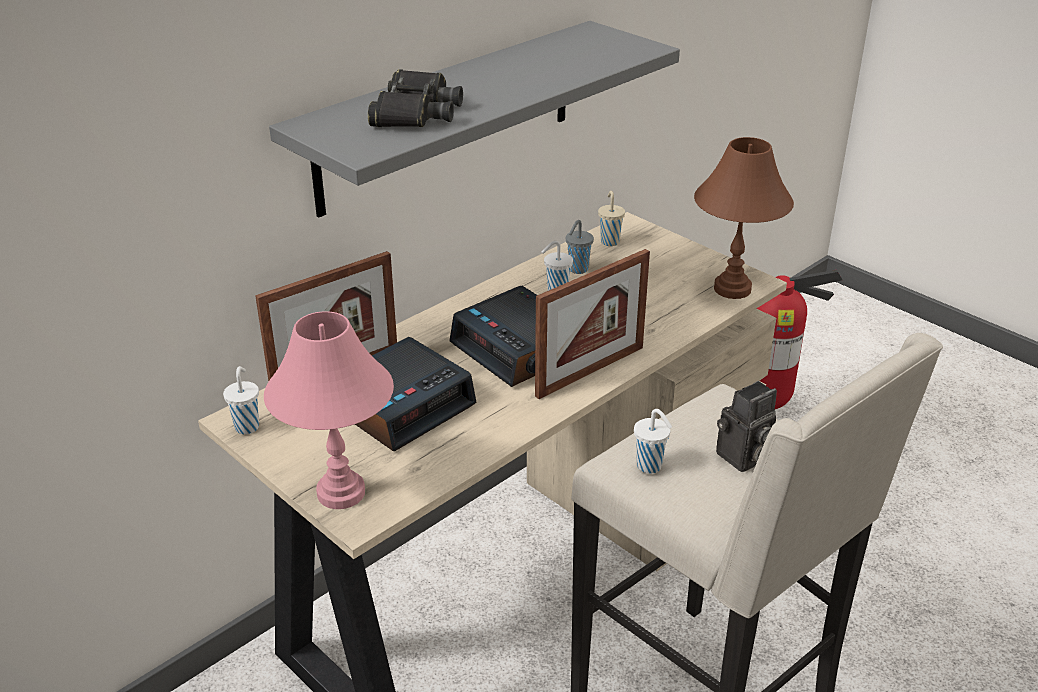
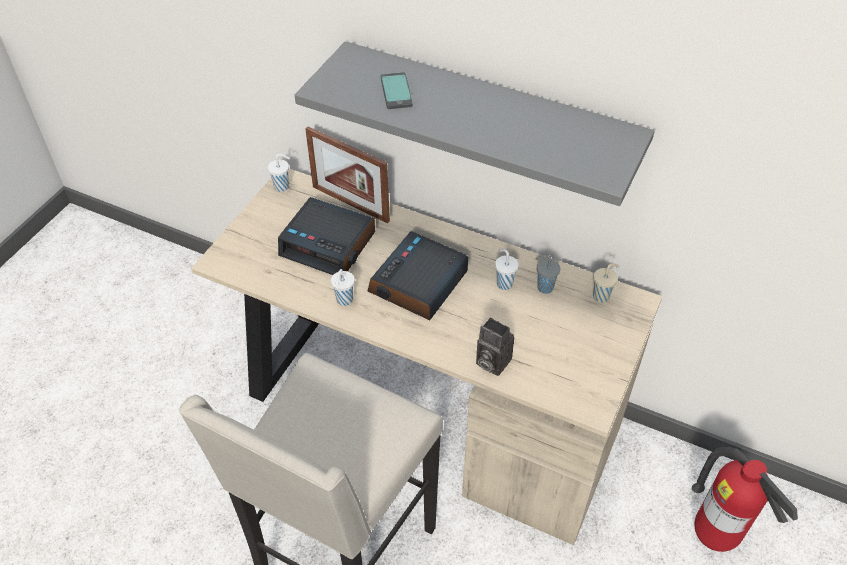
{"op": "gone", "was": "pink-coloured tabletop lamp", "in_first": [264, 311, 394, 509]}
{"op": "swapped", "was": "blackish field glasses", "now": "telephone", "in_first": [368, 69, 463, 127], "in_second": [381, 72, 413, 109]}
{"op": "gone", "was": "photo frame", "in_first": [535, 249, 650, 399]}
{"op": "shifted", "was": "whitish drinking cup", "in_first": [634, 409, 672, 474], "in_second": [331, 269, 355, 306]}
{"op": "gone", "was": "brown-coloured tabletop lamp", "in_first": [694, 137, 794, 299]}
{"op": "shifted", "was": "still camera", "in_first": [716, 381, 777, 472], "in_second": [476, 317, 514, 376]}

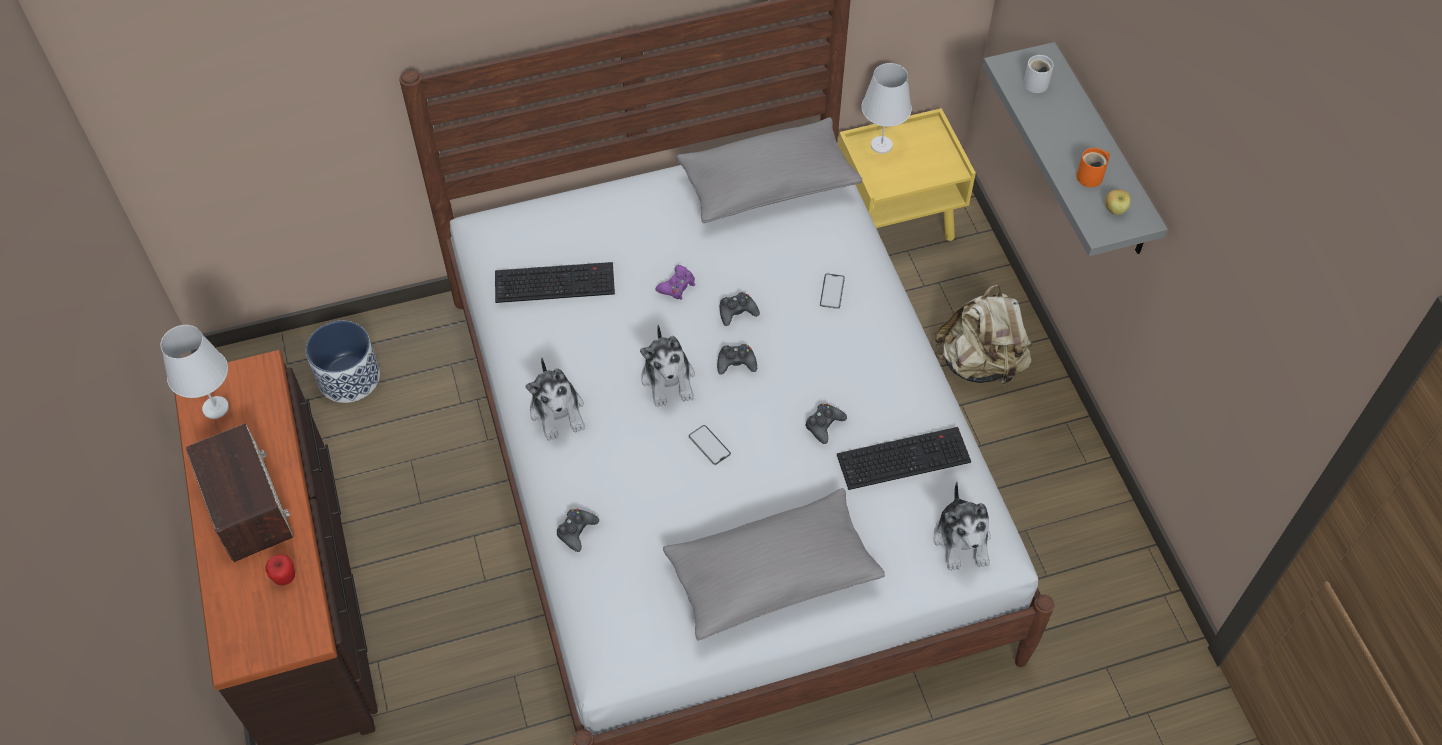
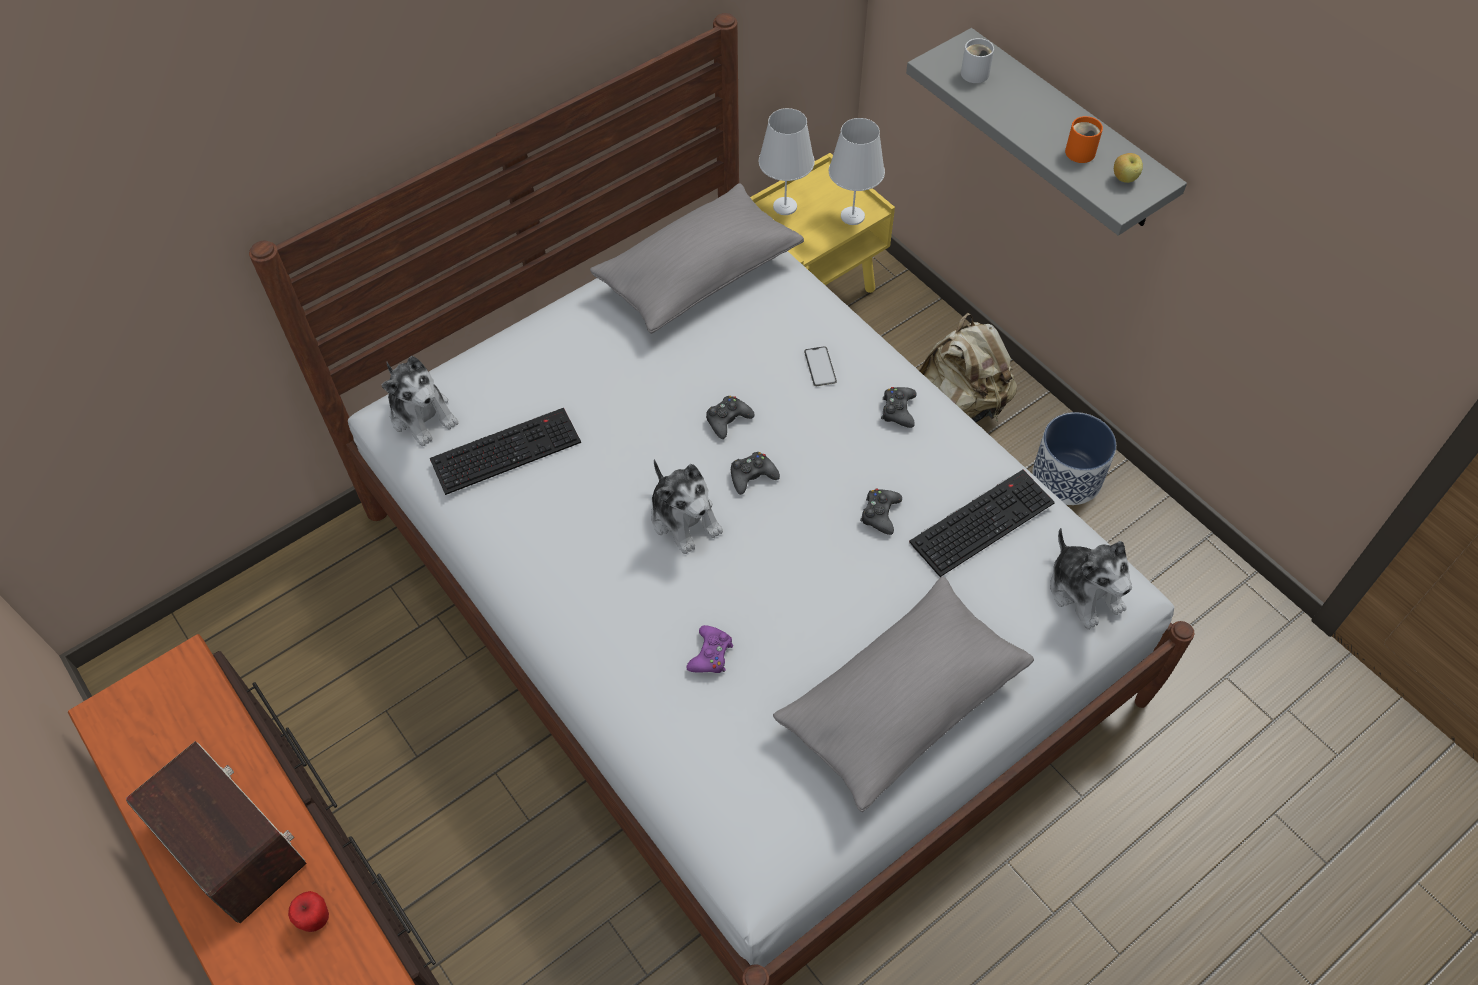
{"op": "shifted", "was": "whitish tabletop lamp", "in_first": [161, 325, 229, 419], "in_second": [829, 118, 885, 225]}
{"op": "shifted", "was": "planter", "in_first": [306, 321, 380, 403], "in_second": [1032, 412, 1116, 505]}
{"op": "shifted", "was": "cuddly toy", "in_first": [525, 358, 585, 441], "in_second": [382, 356, 458, 446]}
{"op": "shifted", "was": "blackish game controller", "in_first": [557, 509, 599, 552], "in_second": [881, 387, 916, 428]}
{"op": "shifted", "was": "purplish game controller", "in_first": [656, 265, 695, 300], "in_second": [686, 625, 733, 673]}
{"op": "gone", "was": "telephone", "in_first": [689, 425, 731, 465]}

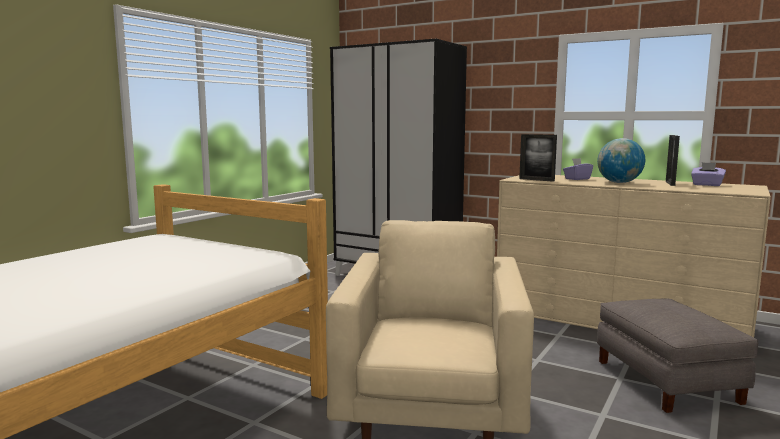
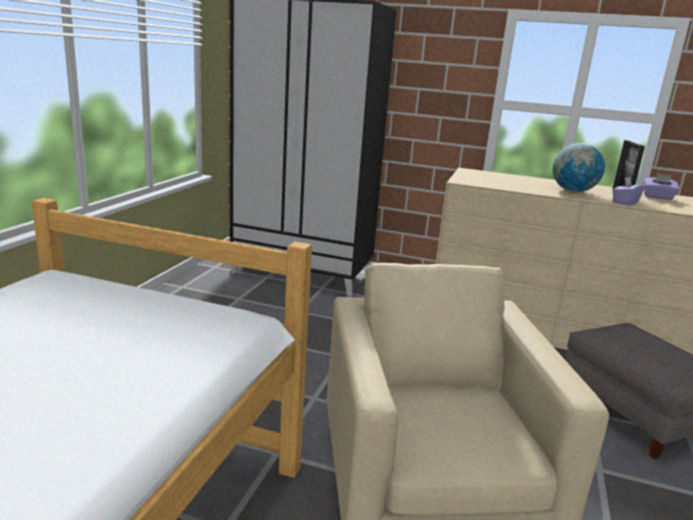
{"op": "gone", "was": "photo frame", "in_first": [519, 134, 557, 182]}
{"op": "shifted", "was": "purplish box of tissues", "in_first": [563, 158, 593, 180], "in_second": [612, 176, 645, 206]}

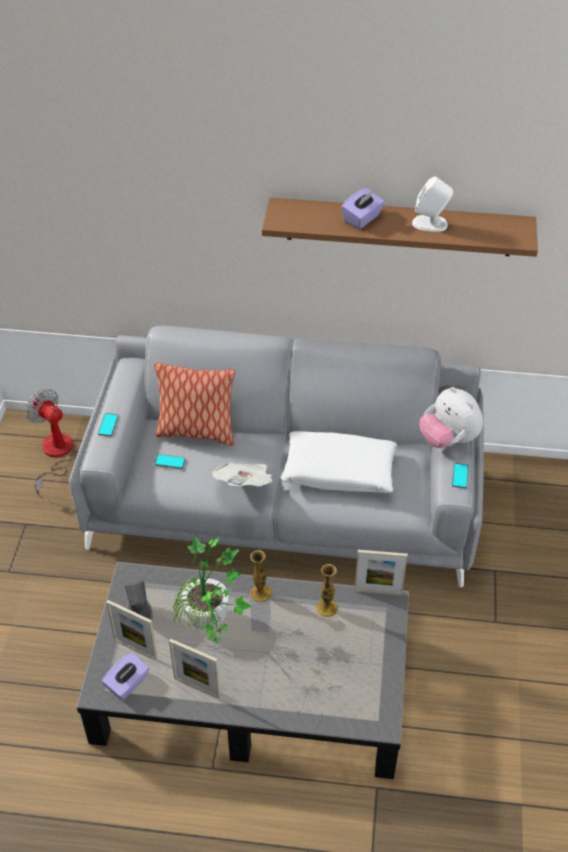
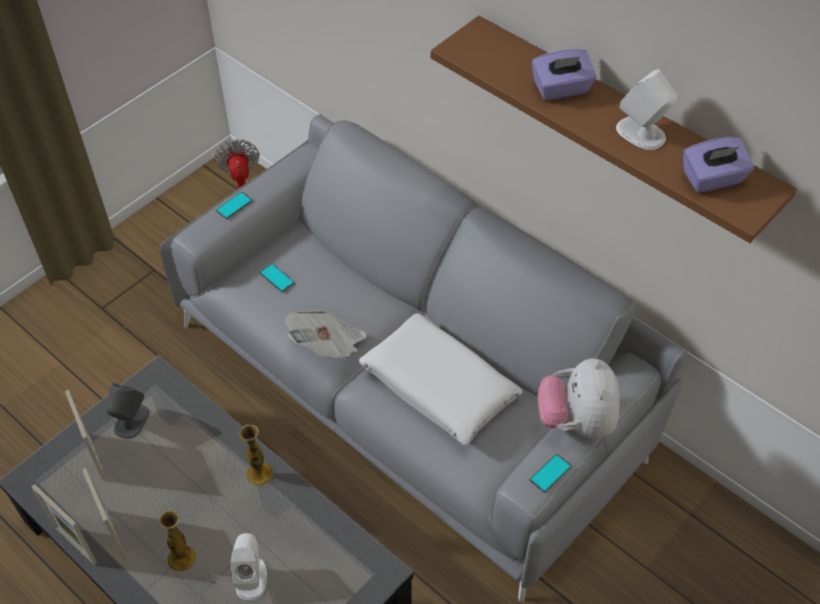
{"op": "shifted", "was": "purplish box of tissues", "in_first": [102, 652, 149, 700], "in_second": [683, 137, 754, 193]}
{"op": "gone", "was": "throw pillow", "in_first": [154, 362, 235, 445]}
{"op": "gone", "was": "plant in a pot", "in_first": [172, 536, 252, 645]}
{"op": "shifted", "was": "decorative vase", "in_first": [316, 564, 338, 617], "in_second": [159, 511, 196, 572]}
{"op": "shifted", "was": "photo frame", "in_first": [355, 550, 408, 595], "in_second": [32, 484, 97, 565]}
{"op": "new", "now": "whitish speaker", "in_second": [230, 533, 267, 600]}

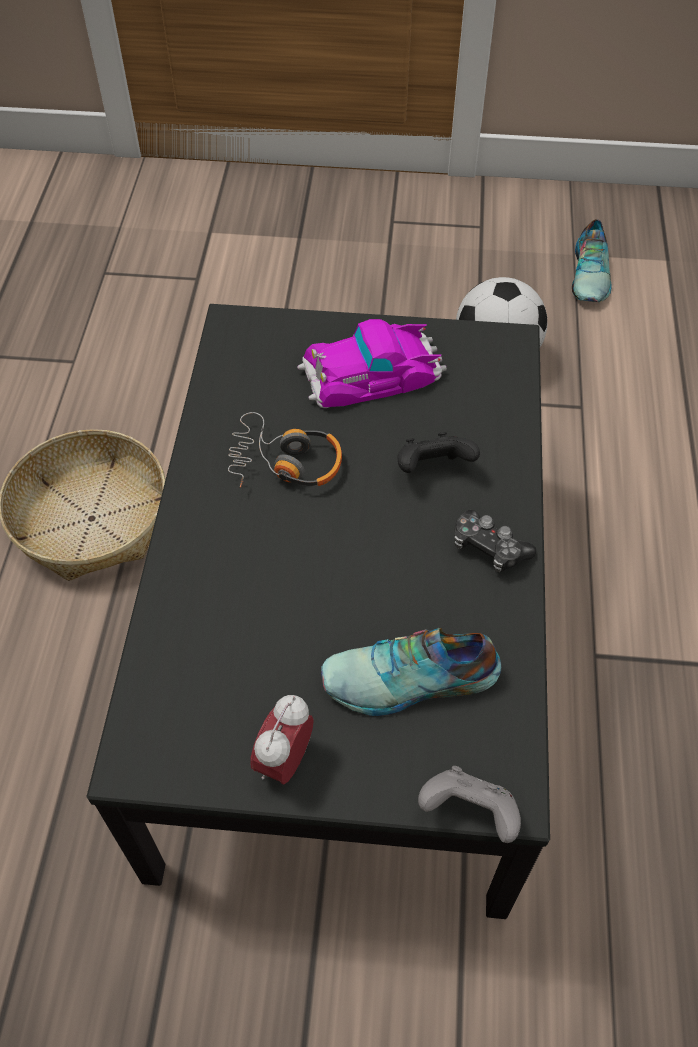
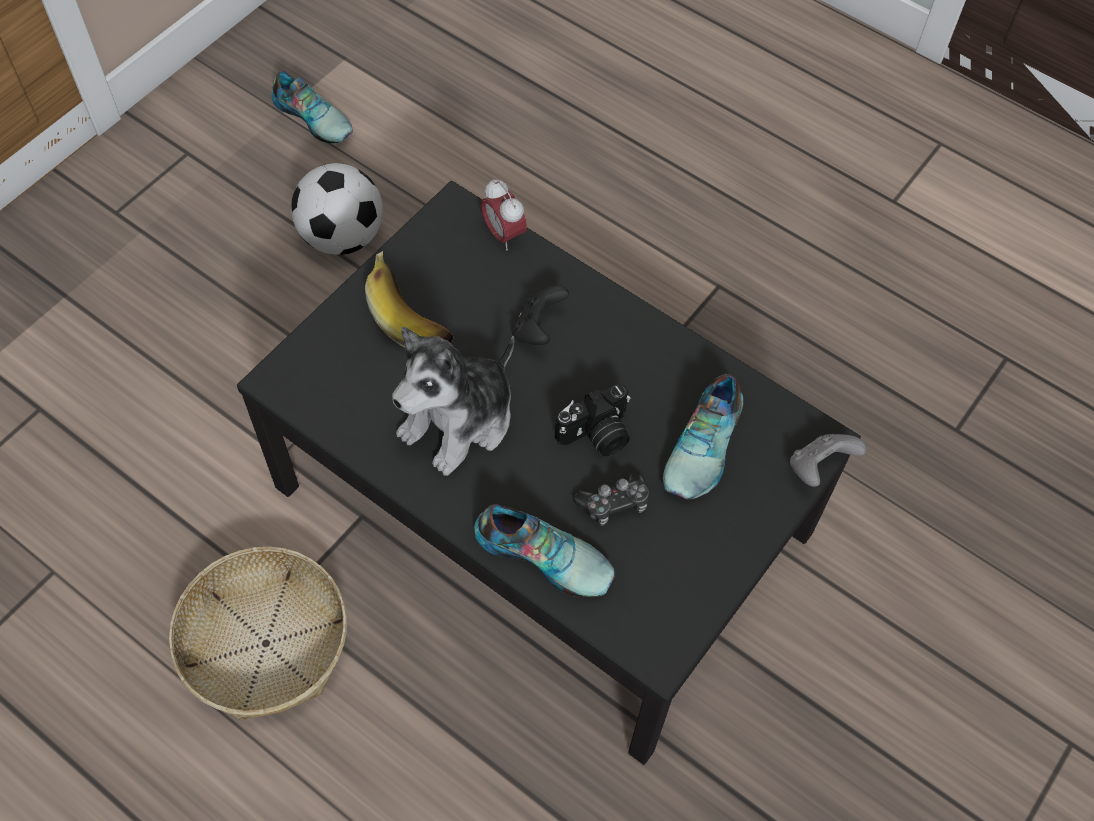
{"op": "swapped", "was": "headphones", "now": "cuddly toy", "in_first": [228, 412, 342, 488], "in_second": [392, 327, 514, 476]}
{"op": "shifted", "was": "alarm clock", "in_first": [250, 695, 314, 785], "in_second": [481, 179, 527, 250]}
{"op": "swapped", "was": "toy car", "now": "whole banana", "in_first": [297, 319, 447, 408], "in_second": [365, 251, 454, 348]}
{"op": "shifted", "was": "game controller", "in_first": [454, 510, 536, 573], "in_second": [573, 472, 649, 526]}
{"op": "new", "now": "item of footwear", "in_second": [474, 504, 615, 598]}
{"op": "new", "now": "still camera", "in_second": [555, 384, 630, 456]}

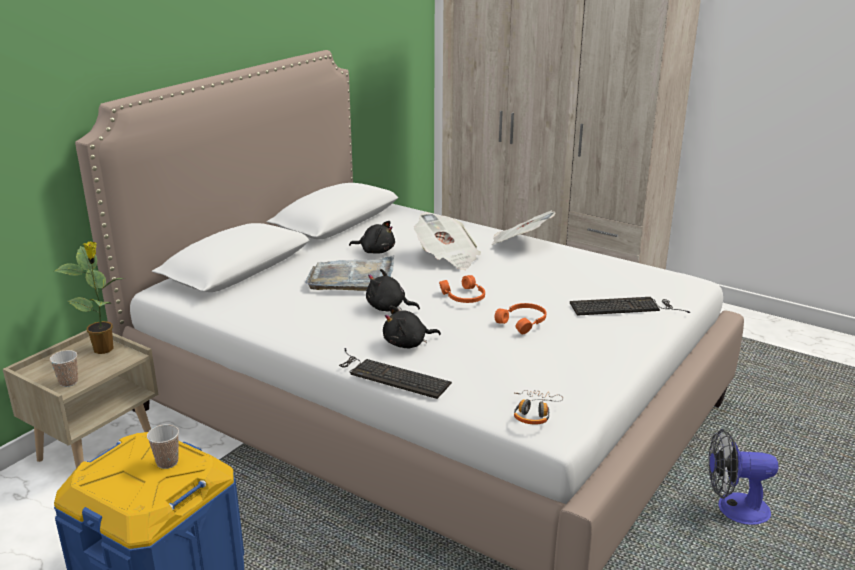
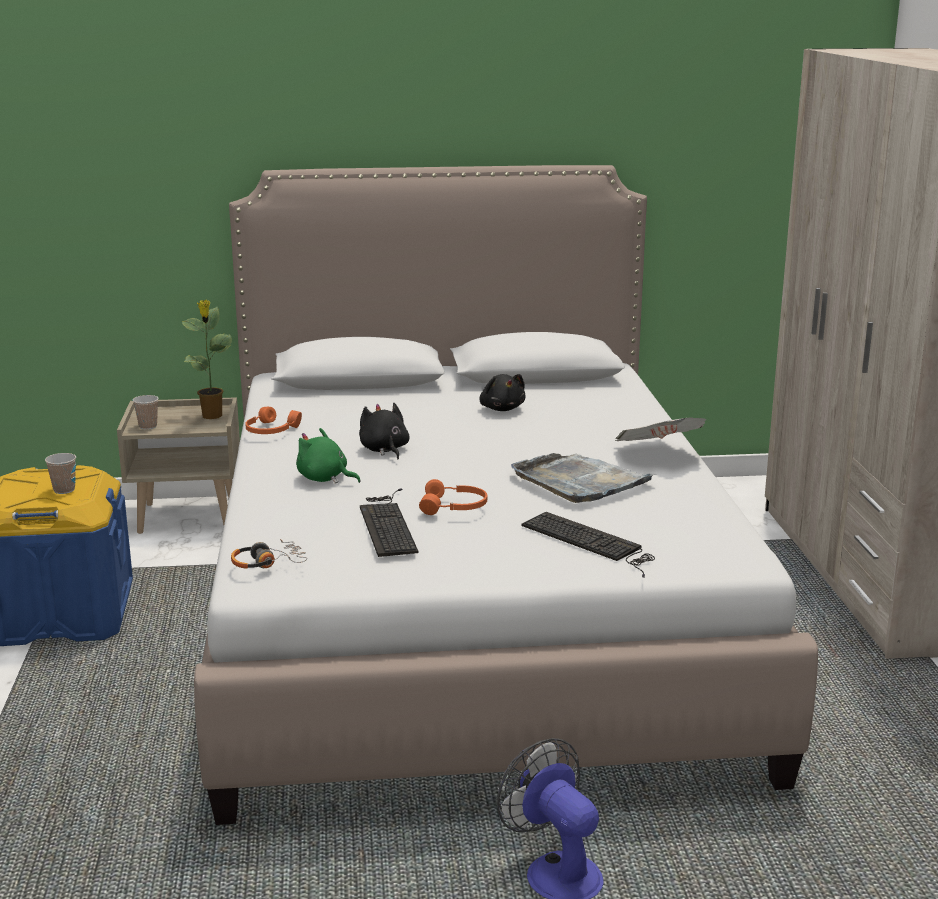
{"op": "shifted", "was": "grey tray", "in_first": [305, 255, 394, 291], "in_second": [511, 453, 658, 503]}
{"op": "shifted", "was": "keyboard", "in_first": [339, 348, 452, 399], "in_second": [360, 488, 418, 557]}
{"op": "repainted", "was": "blackish cuddly toy", "now": "green-coloured cuddly toy", "in_first": [383, 306, 441, 348], "in_second": [296, 428, 361, 484]}
{"op": "gone", "was": "printed paper", "in_first": [414, 213, 481, 270]}
{"op": "shifted", "was": "orange-coloured headphones", "in_first": [439, 275, 485, 303], "in_second": [245, 407, 302, 434]}

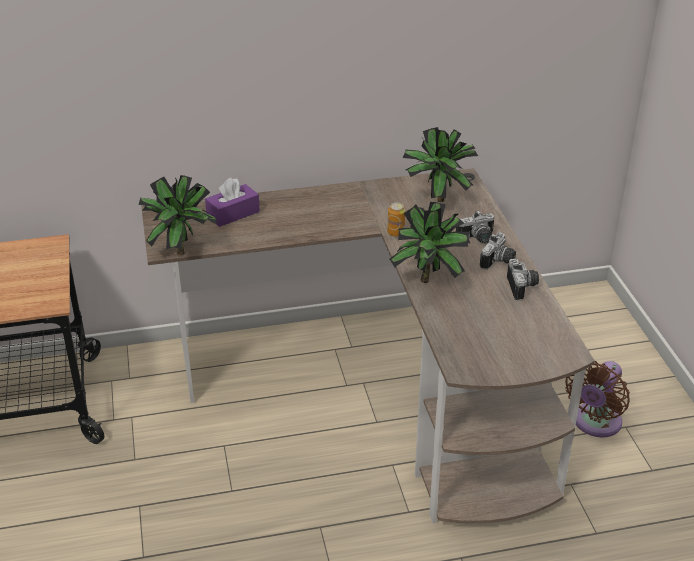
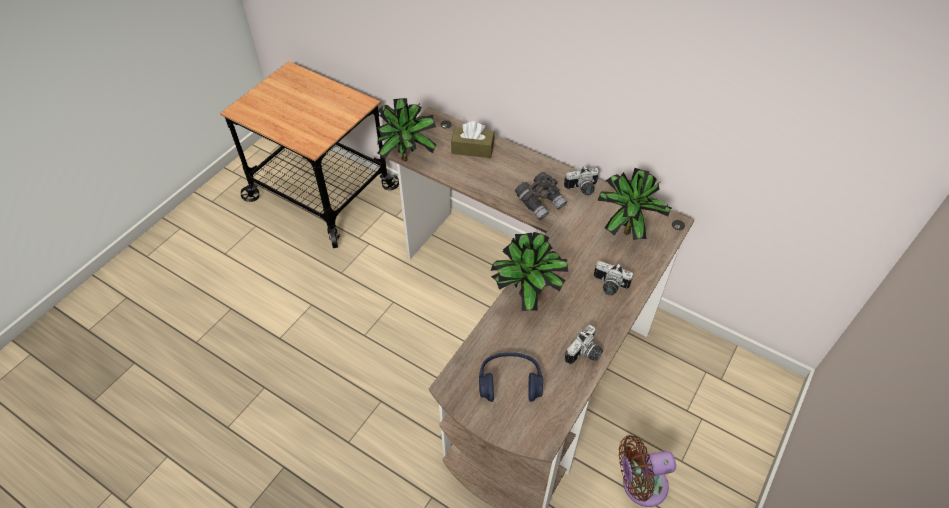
{"op": "repainted", "was": "purplish box of tissues", "now": "brown-coloured box of tissues", "in_first": [205, 178, 260, 227], "in_second": [451, 121, 494, 158]}
{"op": "gone", "was": "sealed can", "in_first": [387, 202, 405, 237]}
{"op": "shifted", "was": "still camera", "in_first": [480, 233, 516, 270], "in_second": [564, 166, 599, 195]}
{"op": "new", "now": "blue headphones", "in_second": [479, 353, 543, 402]}
{"op": "new", "now": "grey field glasses", "in_second": [515, 172, 567, 220]}

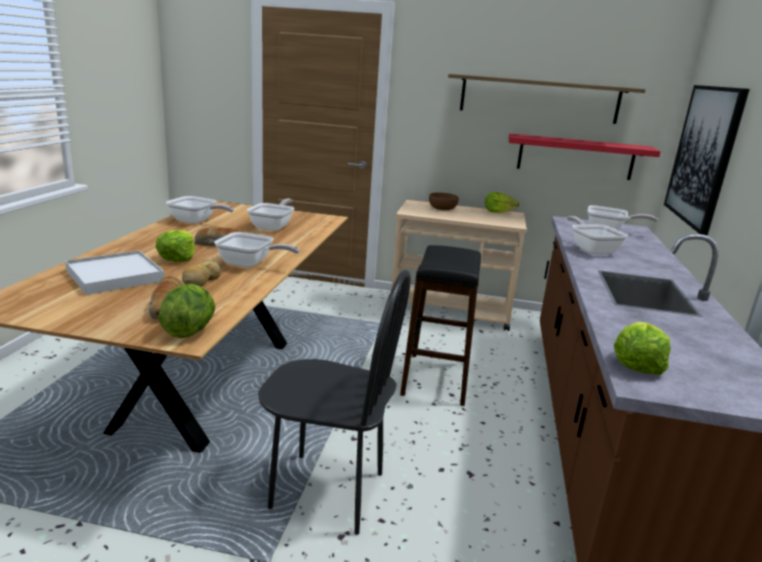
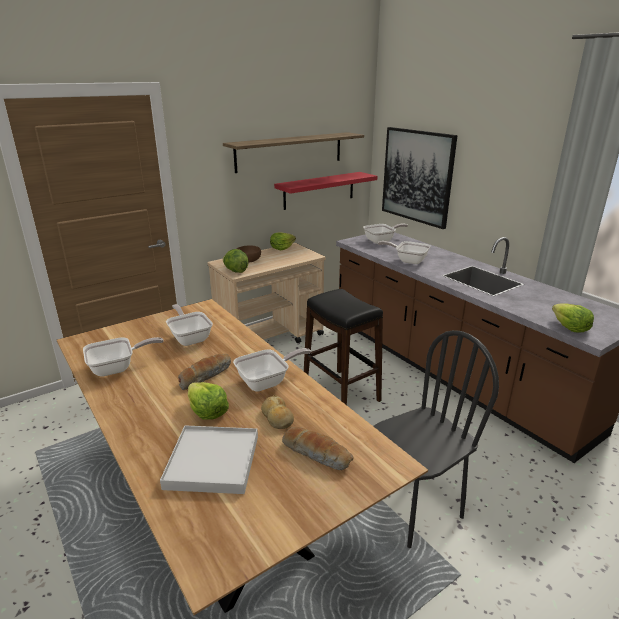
{"op": "shifted", "was": "lettuce head", "in_first": [158, 284, 215, 338], "in_second": [223, 249, 249, 273]}

